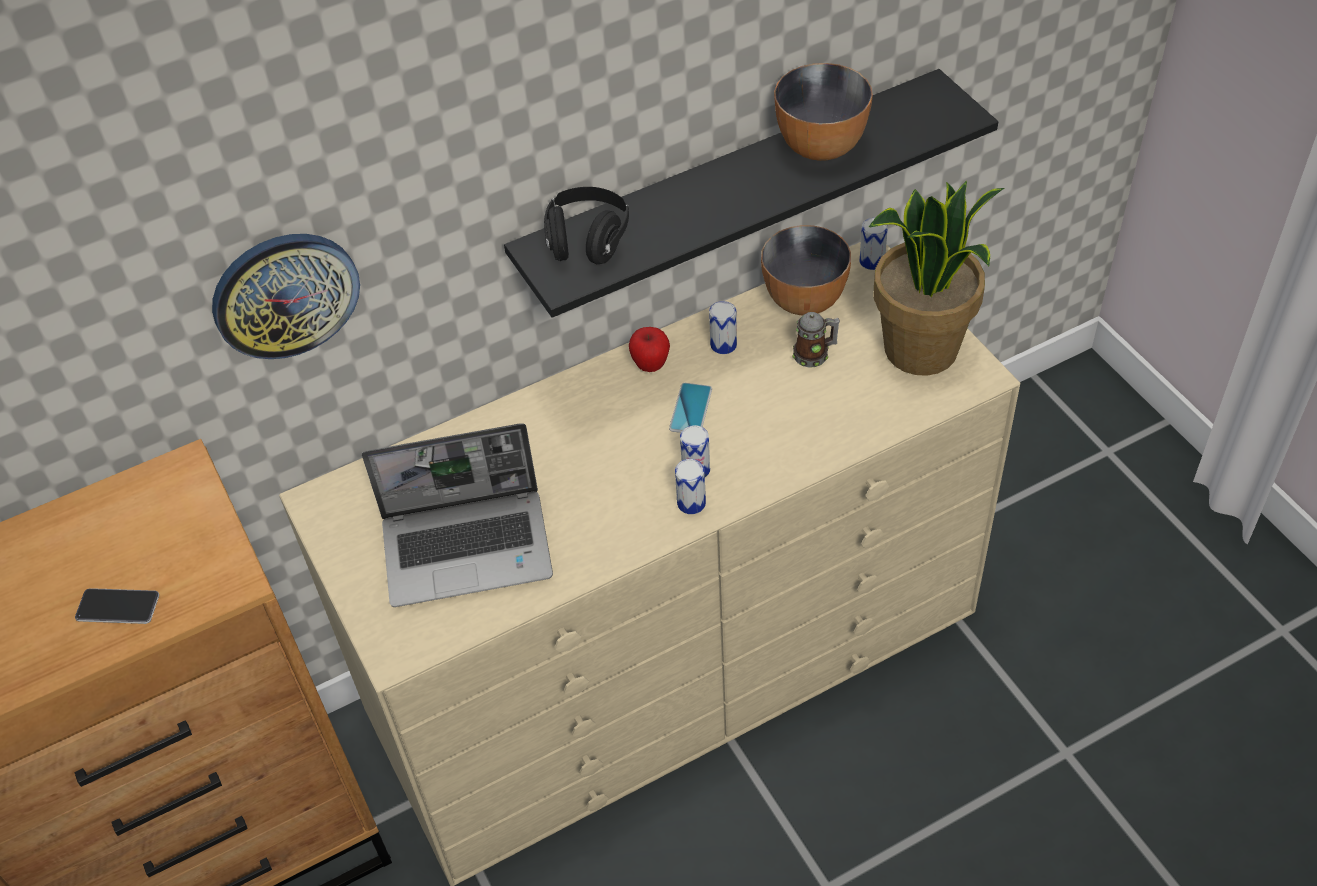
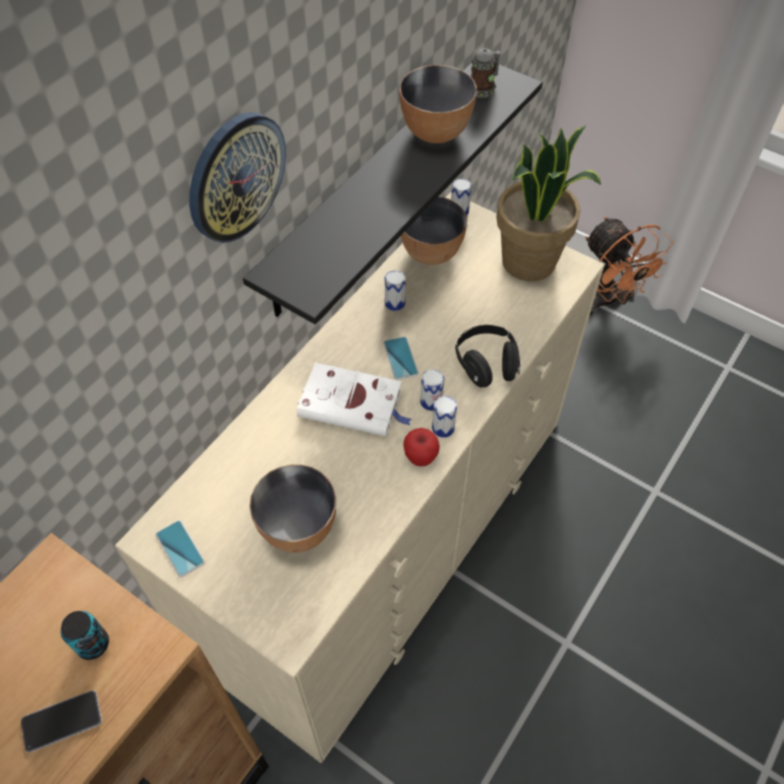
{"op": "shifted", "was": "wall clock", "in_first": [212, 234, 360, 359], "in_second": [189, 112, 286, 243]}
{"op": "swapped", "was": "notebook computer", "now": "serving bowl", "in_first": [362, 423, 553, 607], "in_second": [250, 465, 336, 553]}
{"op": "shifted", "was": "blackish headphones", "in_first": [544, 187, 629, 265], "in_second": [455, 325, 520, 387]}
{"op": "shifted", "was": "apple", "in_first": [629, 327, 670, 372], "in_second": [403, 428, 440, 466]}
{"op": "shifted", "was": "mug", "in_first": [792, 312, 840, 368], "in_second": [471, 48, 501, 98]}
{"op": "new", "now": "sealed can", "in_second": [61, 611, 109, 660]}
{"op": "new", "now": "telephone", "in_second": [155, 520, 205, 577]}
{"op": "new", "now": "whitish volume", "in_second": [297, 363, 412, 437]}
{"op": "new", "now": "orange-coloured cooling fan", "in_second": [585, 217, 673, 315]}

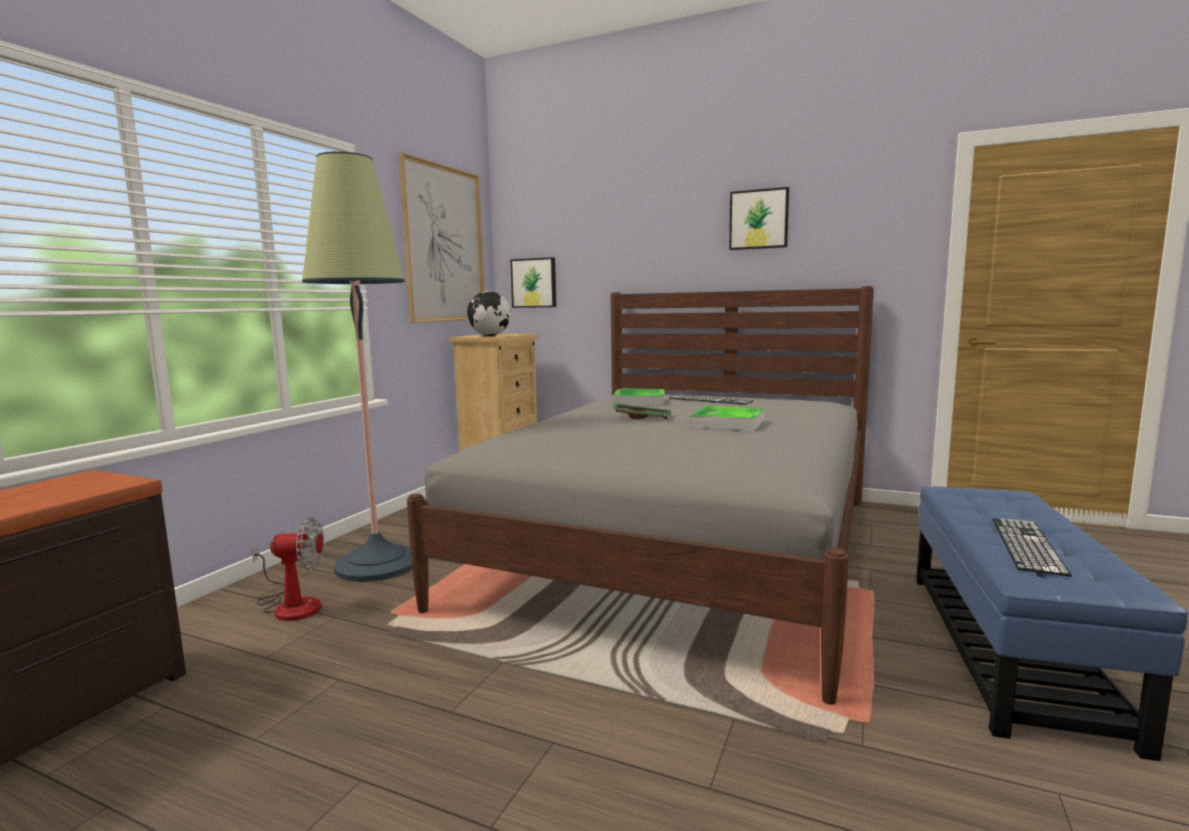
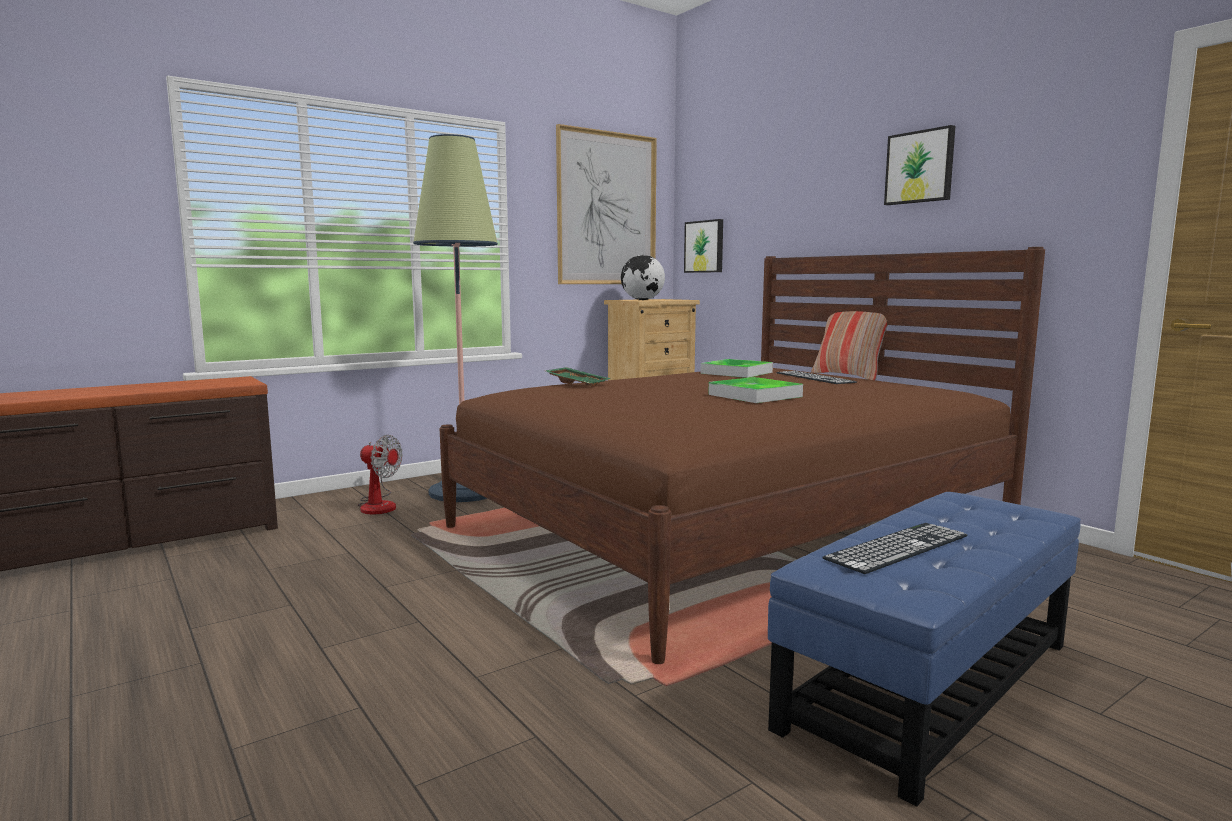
{"op": "repainted", "was": "grey bed", "now": "brown-coloured bed", "in_first": [407, 286, 874, 705], "in_second": [440, 247, 1045, 664]}
{"op": "shifted", "was": "green-coloured tray", "in_first": [612, 403, 671, 420], "in_second": [546, 367, 611, 387]}
{"op": "new", "now": "throw pillow", "in_second": [811, 311, 888, 380]}

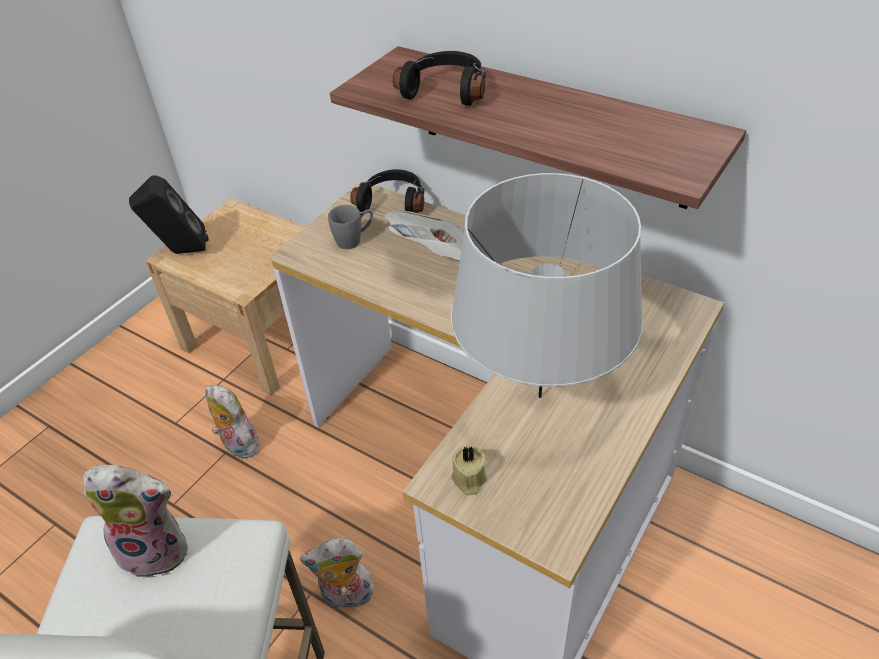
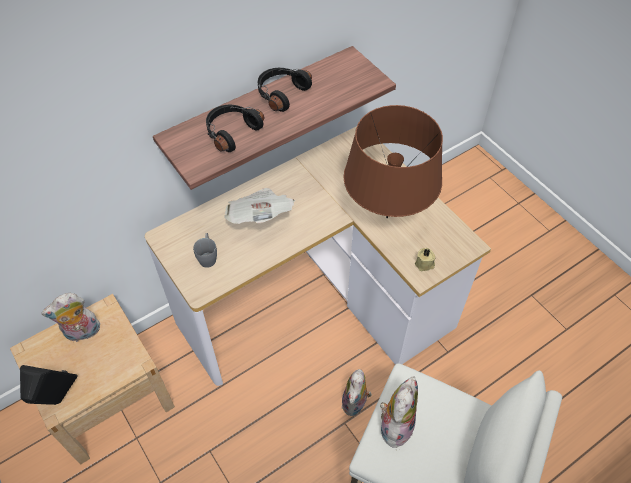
{"op": "shifted", "was": "cuddly toy", "in_first": [206, 385, 260, 459], "in_second": [41, 293, 100, 342]}
{"op": "shifted", "was": "blackish headphones", "in_first": [350, 169, 424, 213], "in_second": [258, 68, 312, 112]}
{"op": "repainted", "was": "grey tabletop lamp", "now": "brown-coloured tabletop lamp", "in_first": [451, 173, 643, 398], "in_second": [344, 105, 443, 218]}

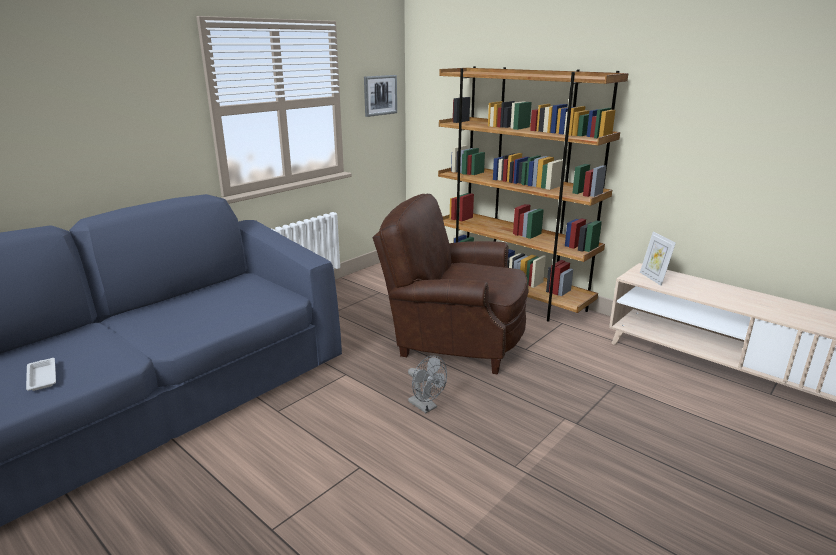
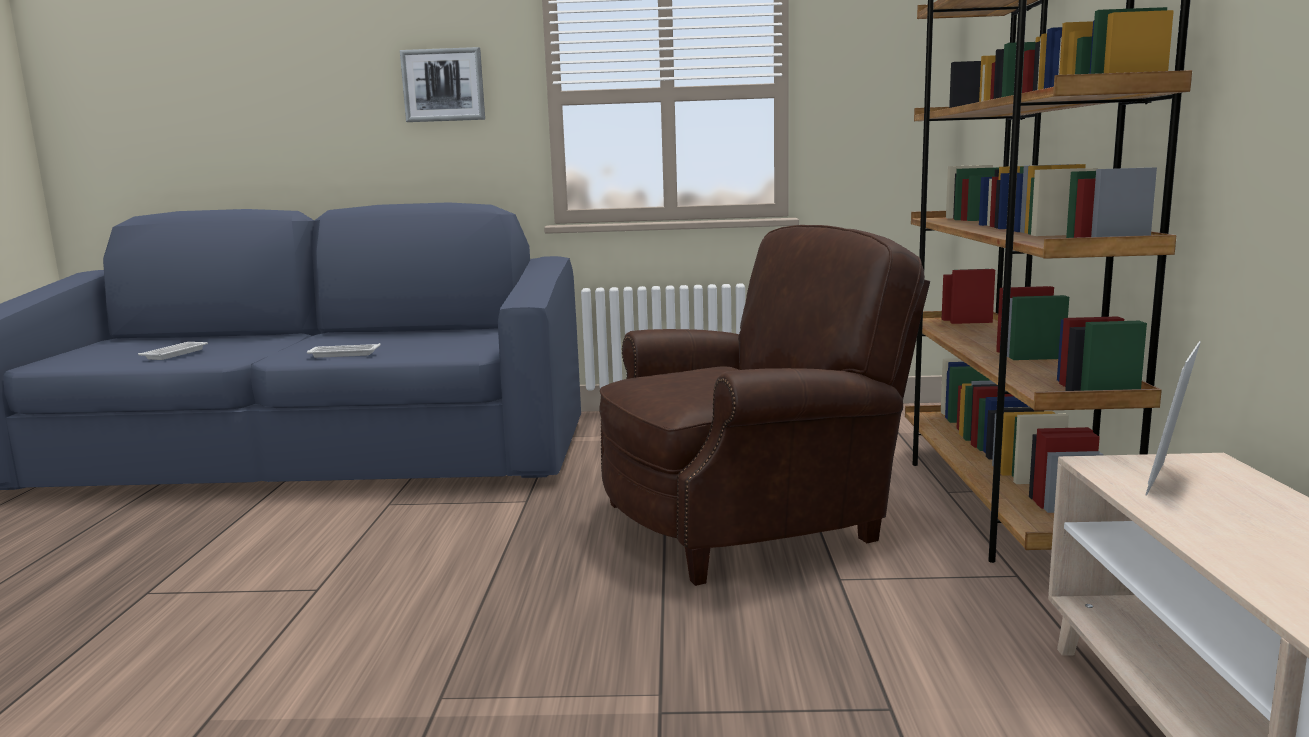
{"op": "shifted", "was": "wall picture", "in_first": [364, 75, 397, 117], "in_second": [400, 47, 485, 122]}
{"op": "rotated", "was": "brown-coloured armchair", "in_first": [372, 194, 528, 375], "in_second": [600, 225, 930, 586], "clockwise": 90}
{"op": "gone", "was": "grey cooling fan", "in_first": [408, 356, 447, 413]}
{"op": "new", "now": "whitish tray", "in_second": [307, 343, 380, 358]}

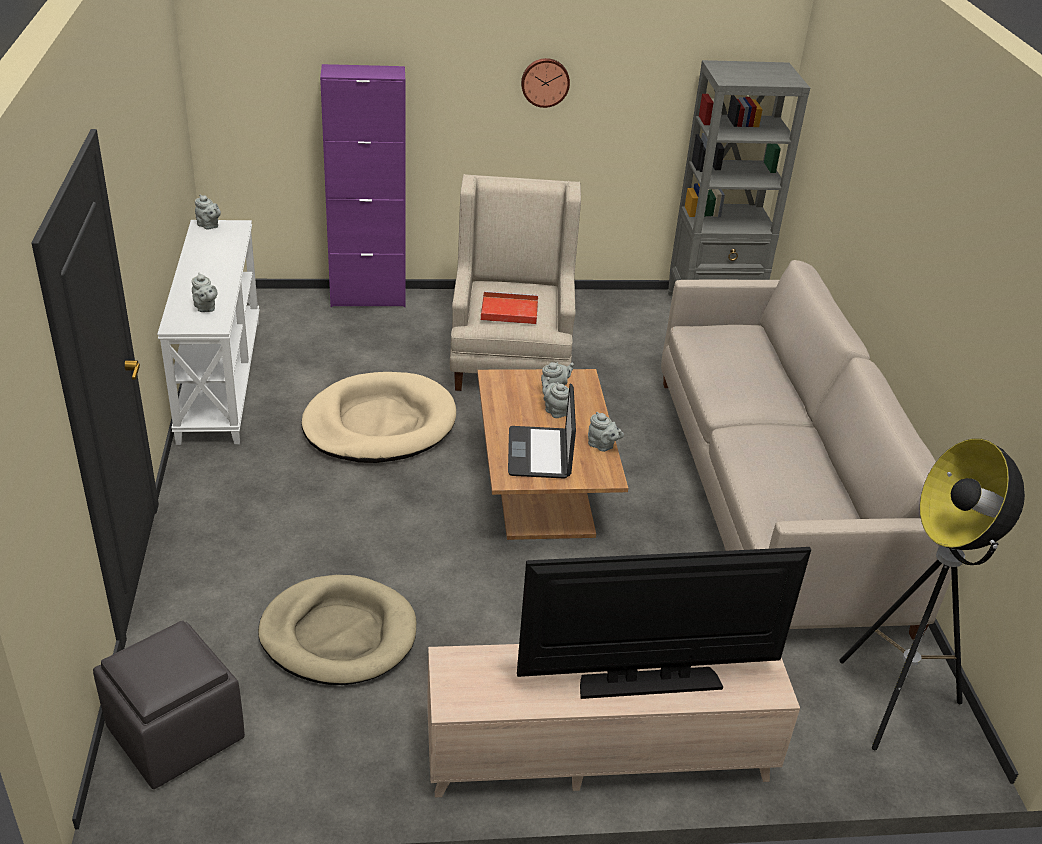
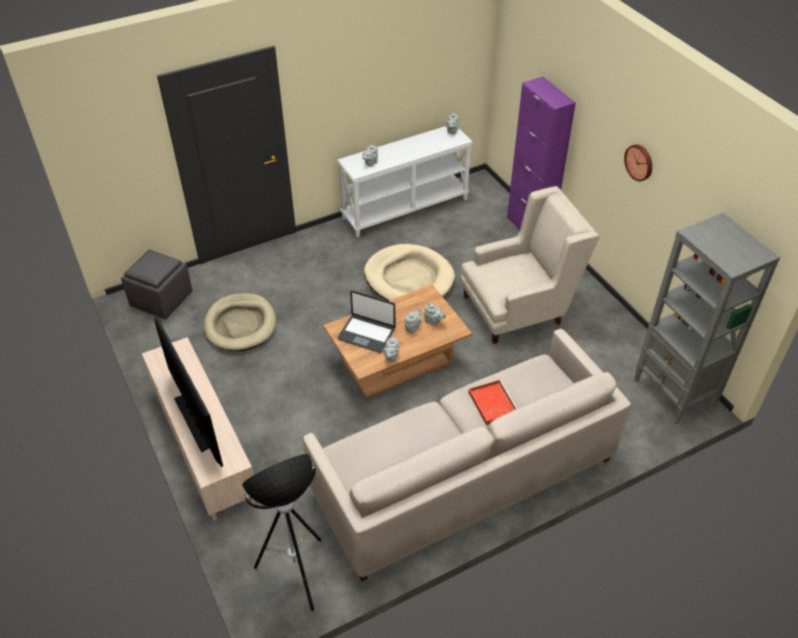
{"op": "shifted", "was": "red-coloured tray", "in_first": [481, 291, 538, 324], "in_second": [469, 380, 518, 425]}
{"op": "rotated", "was": "notebook computer", "in_first": [508, 384, 576, 479], "in_second": [337, 290, 395, 353], "clockwise": -135}

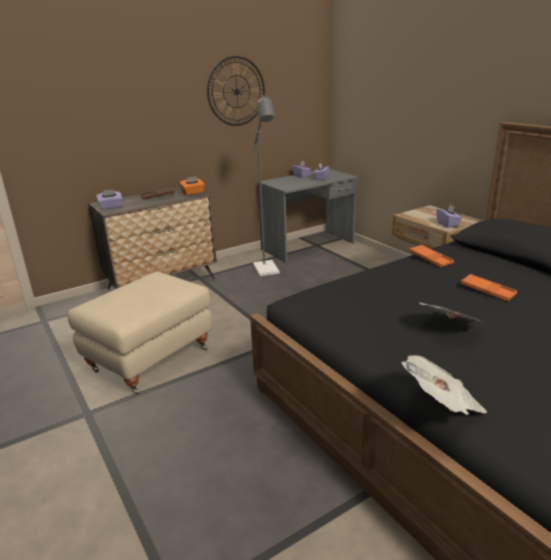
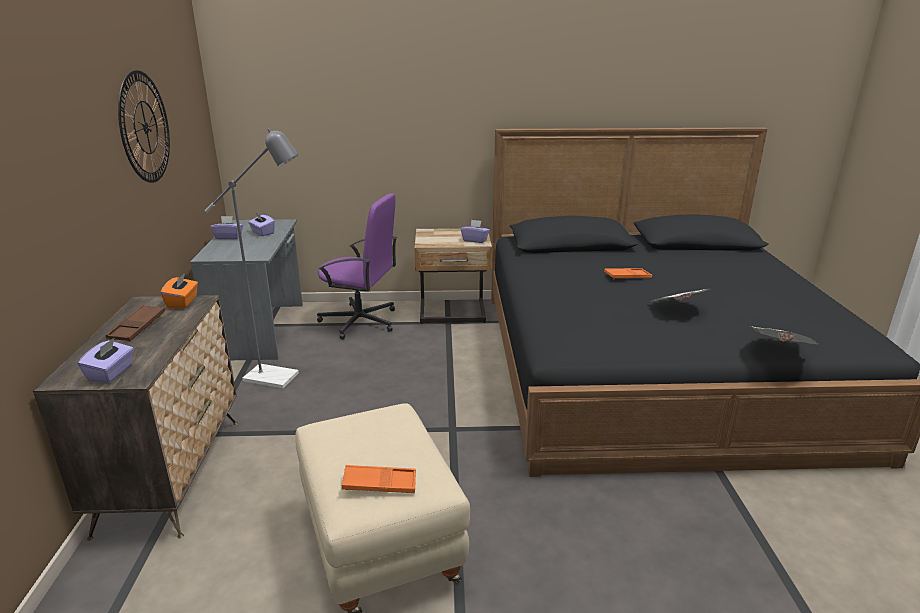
{"op": "shifted", "was": "orange-coloured tray", "in_first": [409, 244, 454, 267], "in_second": [342, 465, 416, 493]}
{"op": "new", "now": "purplish computer chair", "in_second": [317, 193, 397, 339]}

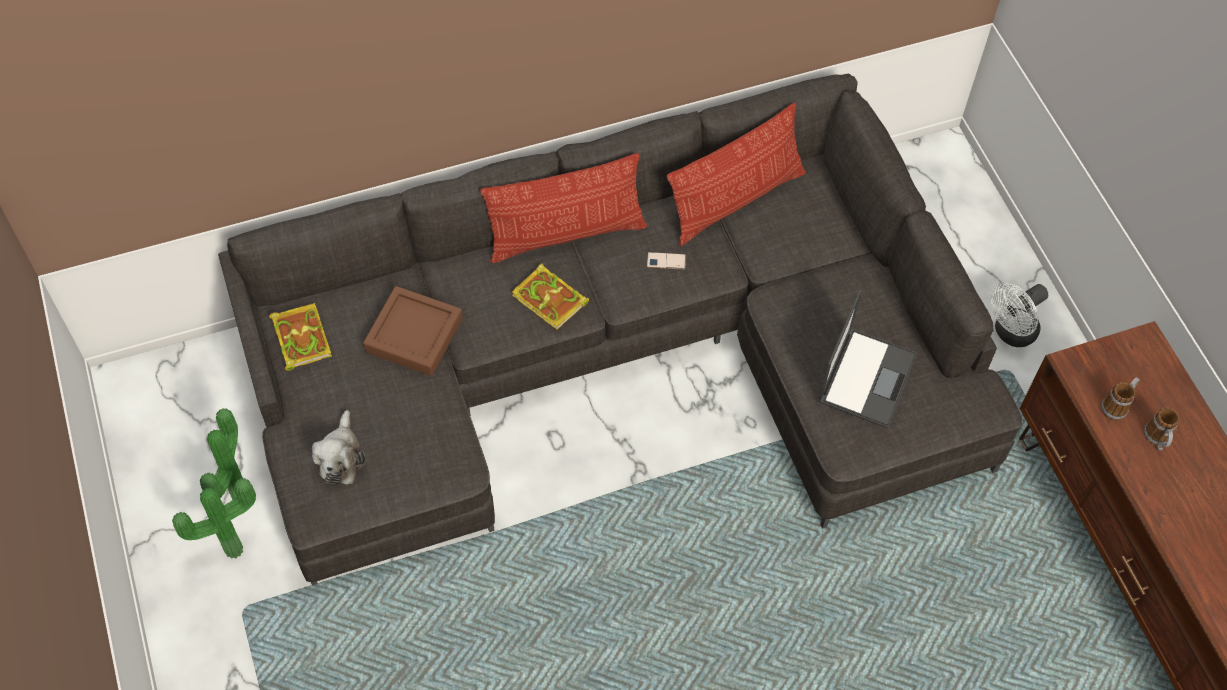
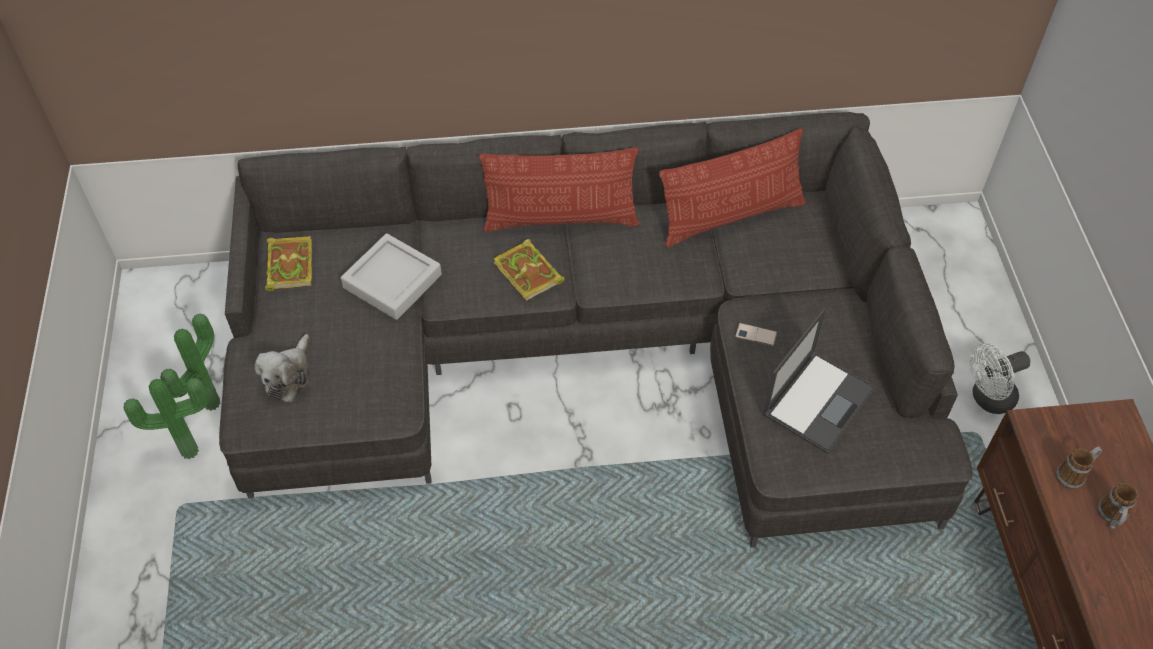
{"op": "repainted", "was": "brown-coloured tray", "now": "grey tray", "in_first": [363, 286, 463, 376], "in_second": [341, 233, 442, 320]}
{"op": "shifted", "was": "telephone", "in_first": [647, 252, 686, 270], "in_second": [735, 323, 777, 346]}

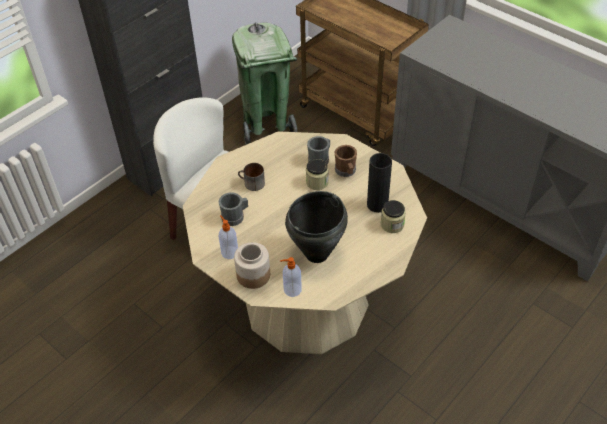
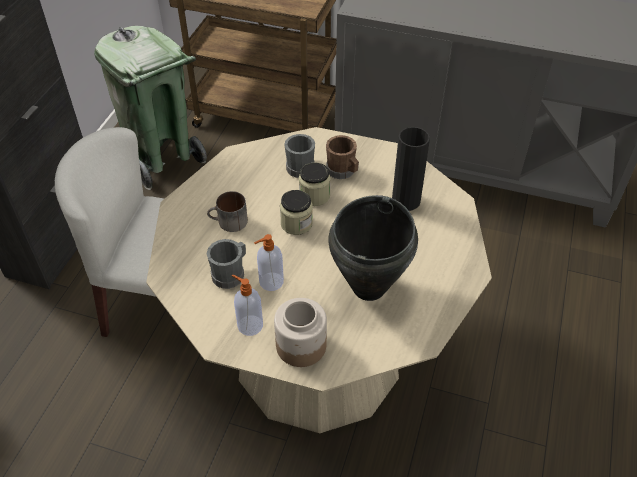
{"op": "shifted", "was": "liquid soap bottle", "in_first": [280, 257, 302, 297], "in_second": [254, 234, 284, 291]}
{"op": "shifted", "was": "jar", "in_first": [381, 200, 406, 233], "in_second": [280, 190, 313, 235]}

